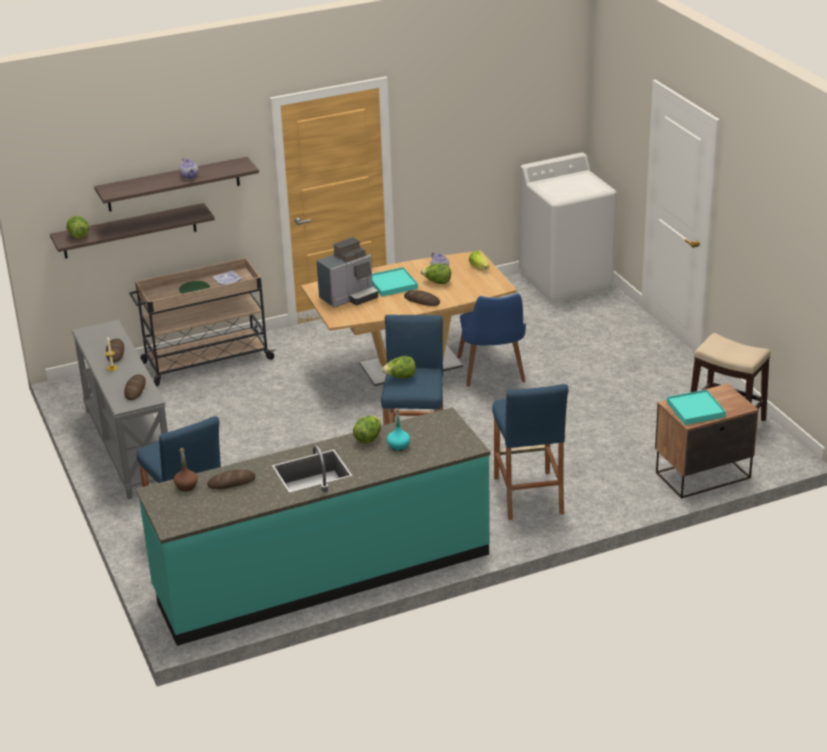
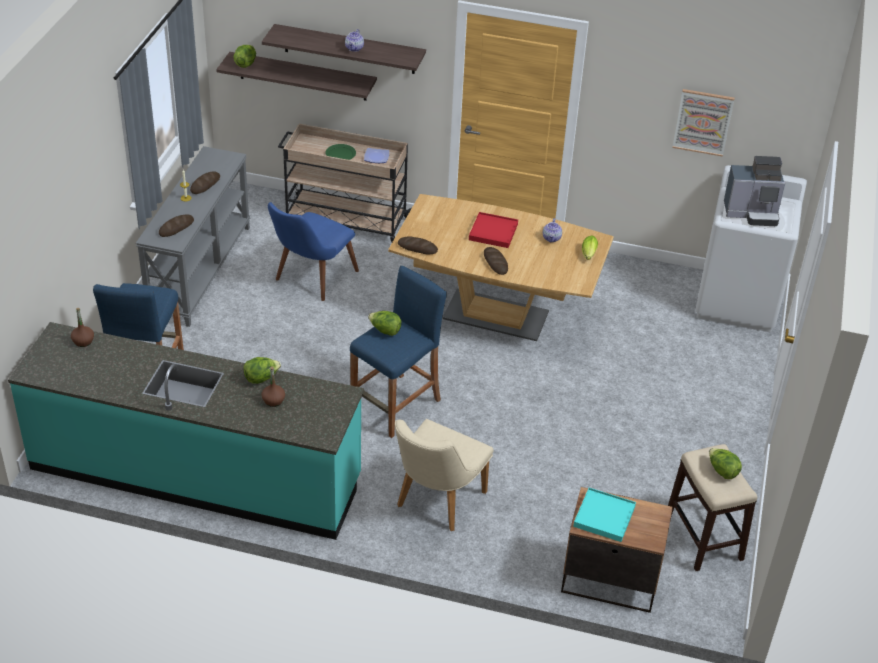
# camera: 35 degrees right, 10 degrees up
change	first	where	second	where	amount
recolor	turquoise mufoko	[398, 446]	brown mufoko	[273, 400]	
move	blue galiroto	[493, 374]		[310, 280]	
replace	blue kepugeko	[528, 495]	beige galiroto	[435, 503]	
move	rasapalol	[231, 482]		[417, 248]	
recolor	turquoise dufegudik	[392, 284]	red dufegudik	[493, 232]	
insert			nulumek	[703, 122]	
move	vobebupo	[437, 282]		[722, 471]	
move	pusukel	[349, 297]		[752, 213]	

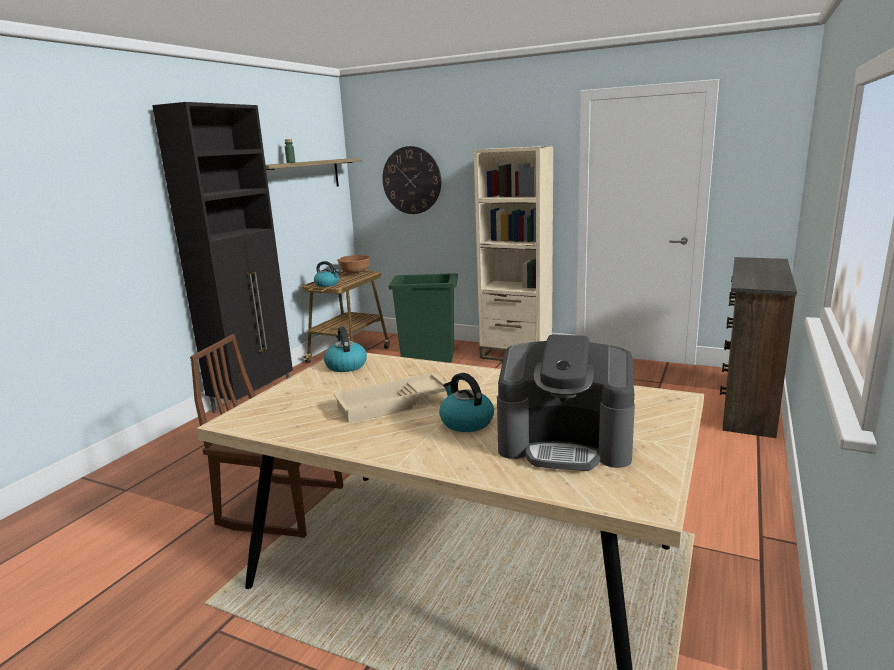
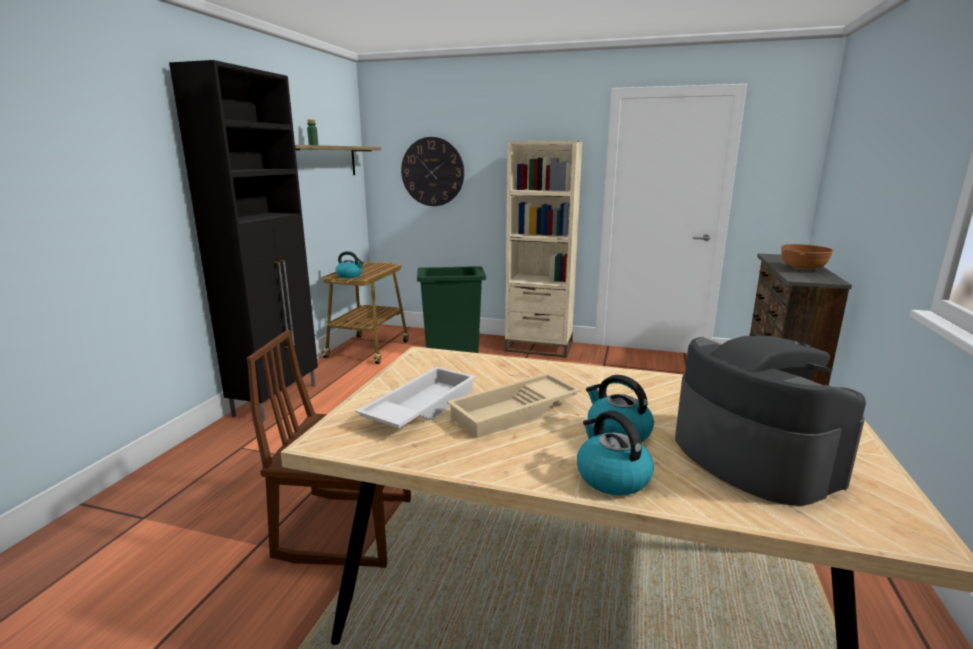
# camera: 10 degrees left, 0 degrees up
change	first	where	second	where	amount
insert			white dufegudik	[419, 407]	
move	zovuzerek	[345, 366]		[611, 477]	
rotate	pusukel	[565, 443]		[752, 456]	120 degrees counterclockwise
move	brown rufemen	[355, 273]		[803, 269]	

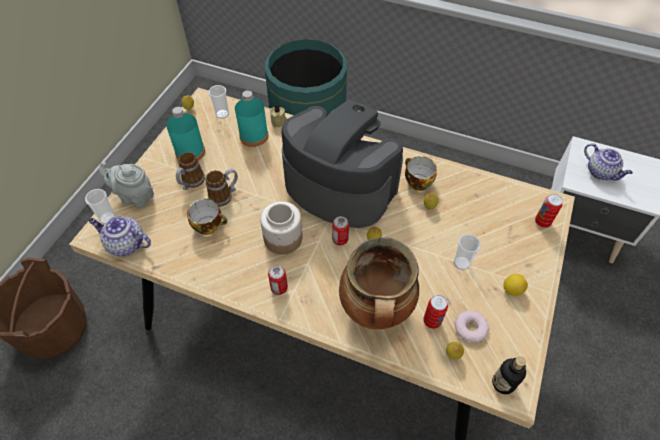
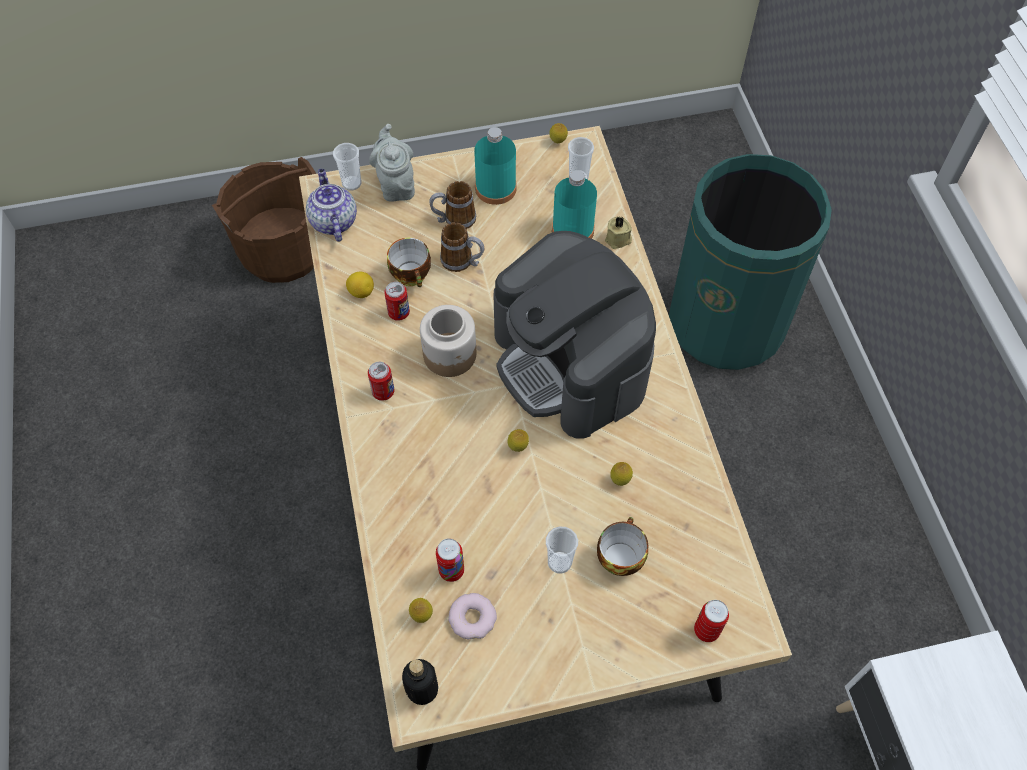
# camera: 55 degrees right, 5 degrees up
change	first	where	second	where	amount
move	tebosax	[512, 290]		[361, 292]	
move	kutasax	[340, 239]		[399, 313]	
rotate	pusukel	[339, 186]		[570, 364]	150 degrees clockwise
move	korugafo	[416, 182]		[619, 556]	
delete	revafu	[376, 310]			
delete	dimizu	[601, 172]			

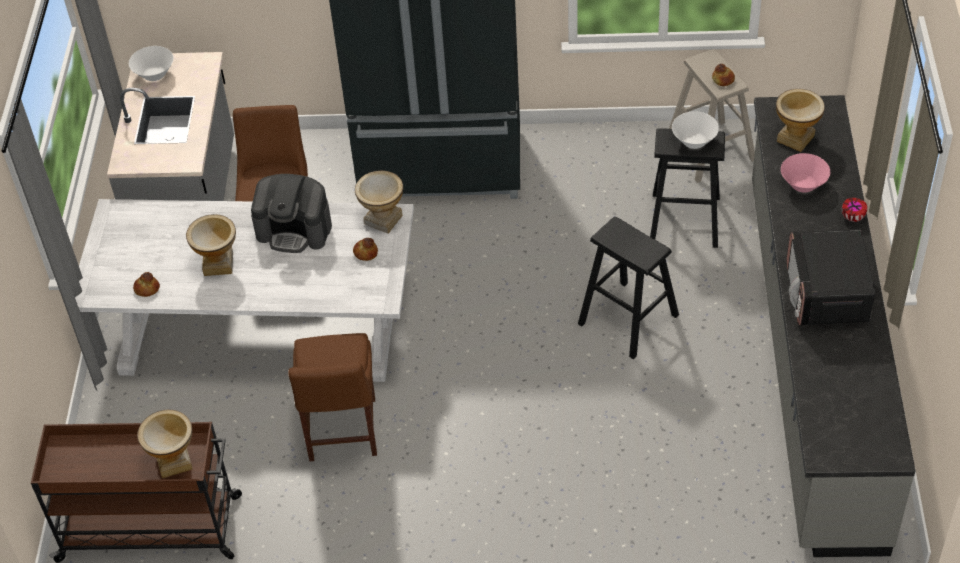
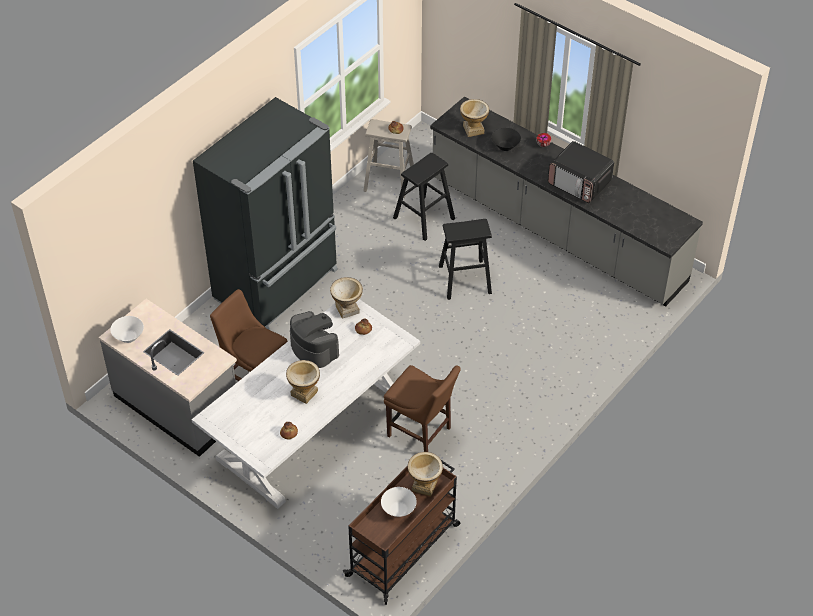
# camera: 55 degrees left, 0 degrees up
change	first	where	second	where	amount
rotate	pusukel	[295, 230]		[314, 348]	90 degrees counterclockwise
move	white rufemen	[694, 141]		[398, 509]	
recolor	pink rufemen	[803, 184]	black rufemen	[505, 146]	

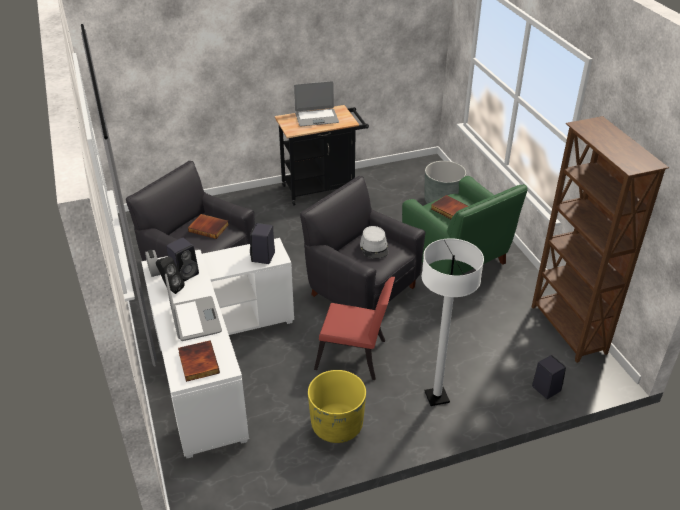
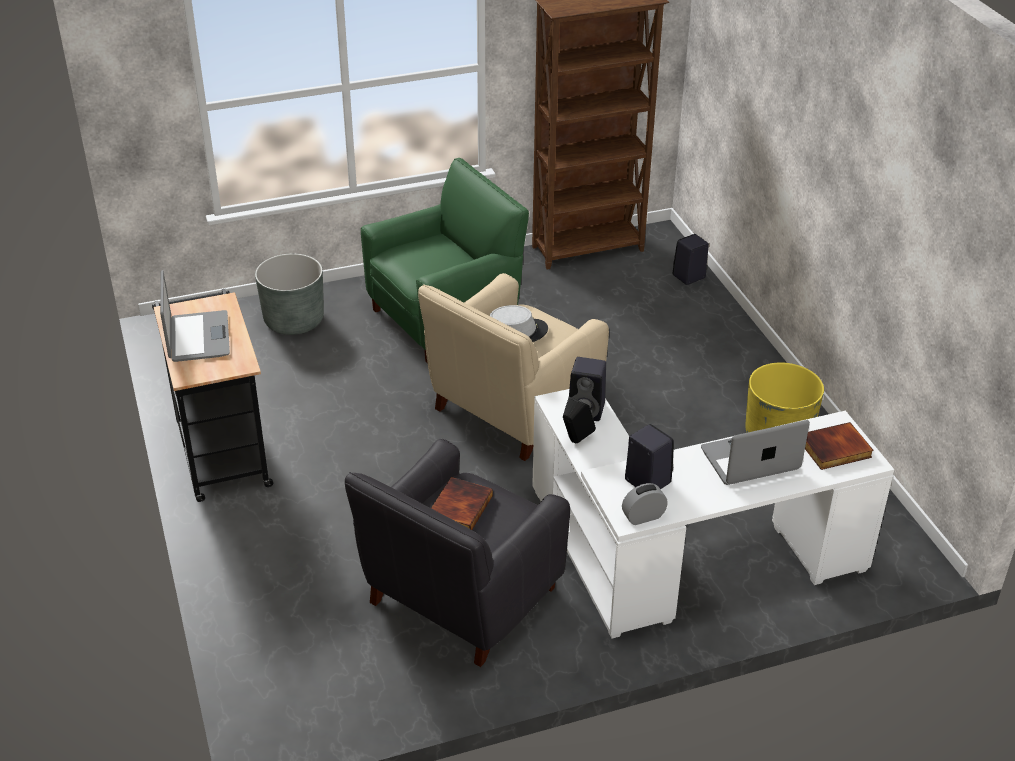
# camera: 90 degrees left, 0 degrees up
change	first	where	second	where	amount
recolor	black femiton	[362, 289]	beige femiton	[511, 409]	
move	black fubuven	[171, 288]		[575, 442]	
delete	red galiroto	[355, 357]			
delete	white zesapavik	[436, 397]			
delete	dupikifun	[449, 210]			

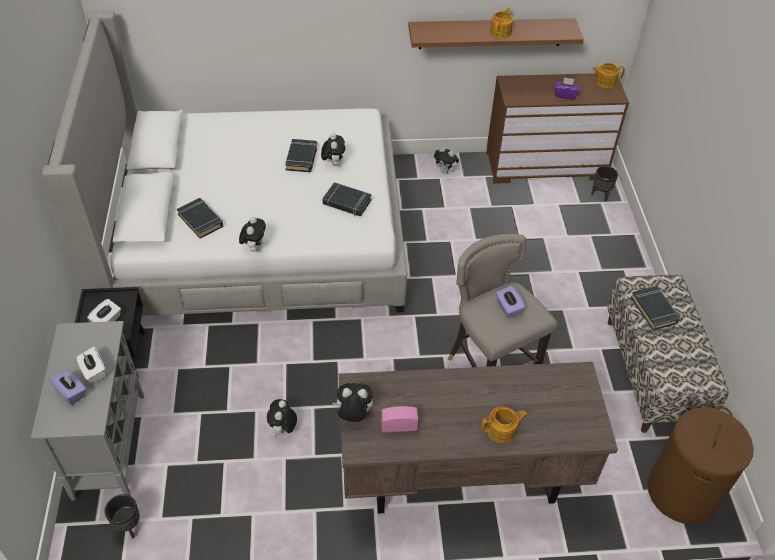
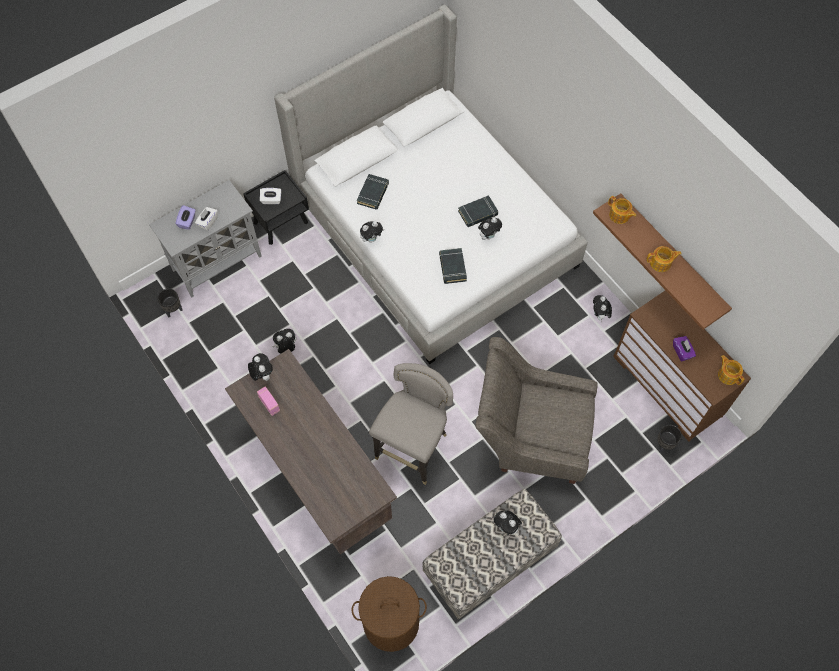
# camera: 60 degrees right, 15 degrees up
change	first	where	second	where	amount
insert			grey femiton	[530, 436]	
replace	black dupikifun	[654, 310]	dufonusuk	[506, 527]	
move	dimizu	[502, 430]		[619, 215]	
delete	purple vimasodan	[508, 308]			

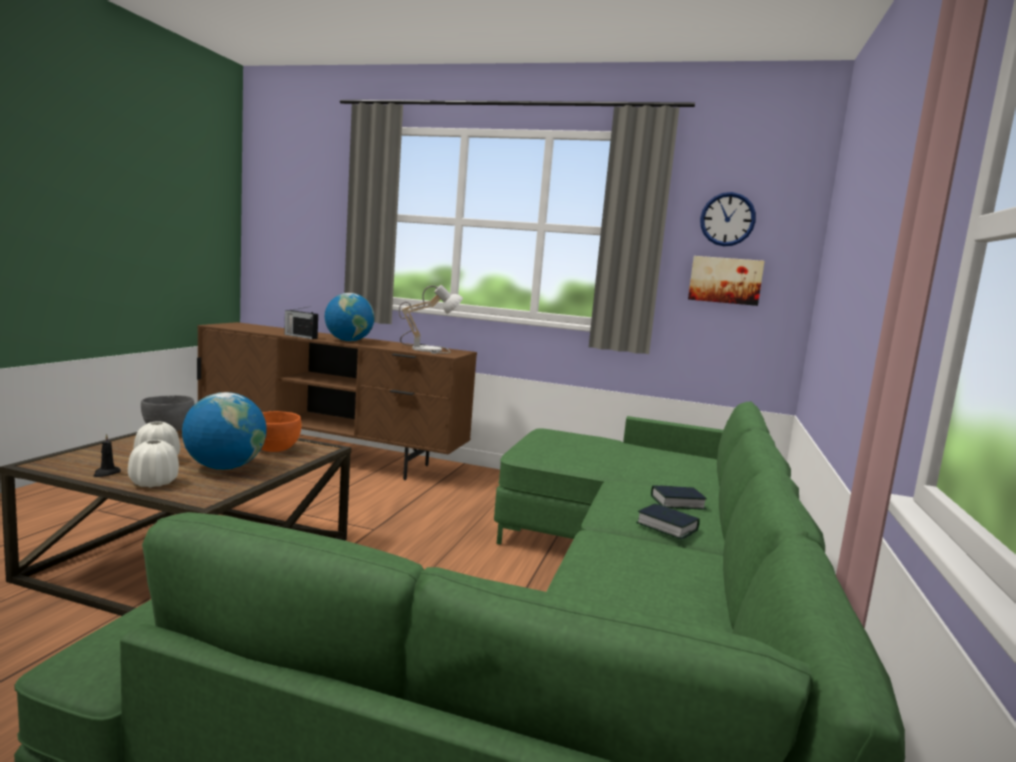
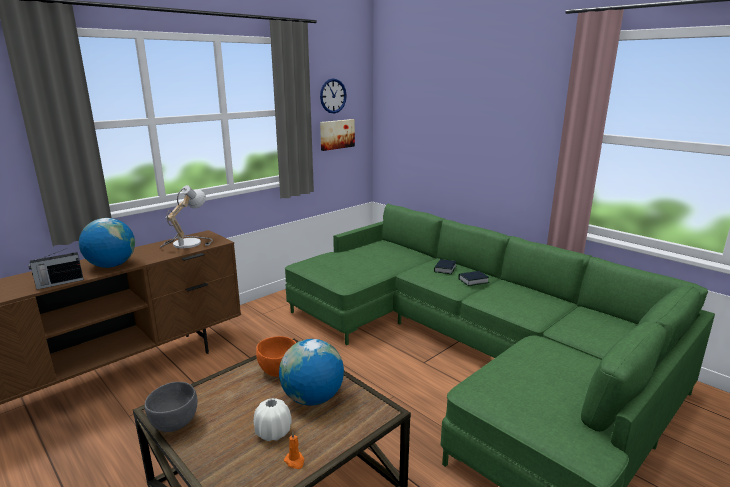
# camera: 60 degrees left, 10 degrees up
change	first	where	second	where	amount
recolor	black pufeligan	[106, 473]	orange pufeligan	[295, 461]	
delete	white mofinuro	[154, 483]			

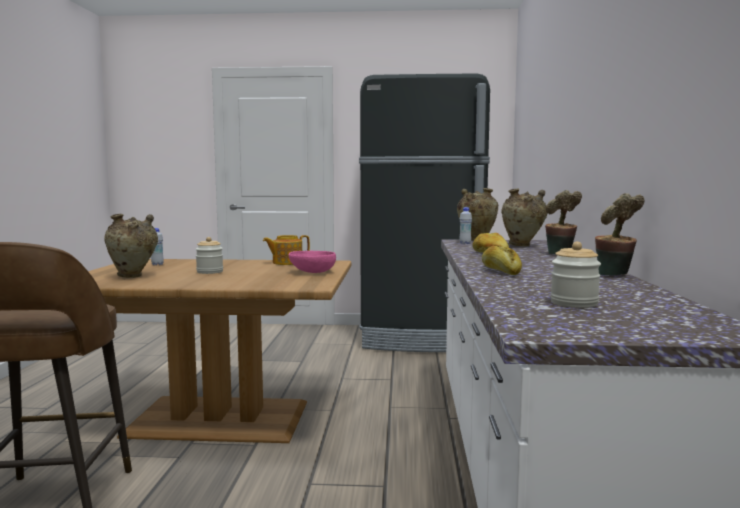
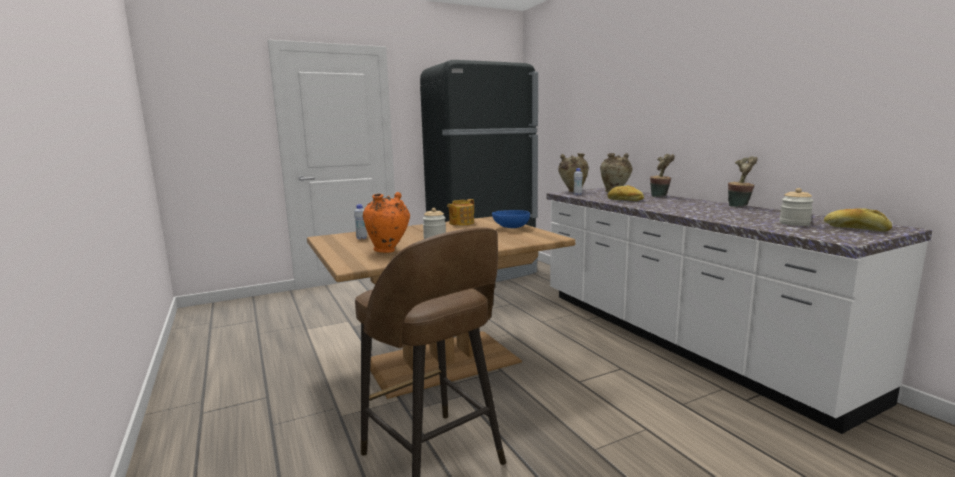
# camera: 30 degrees left, 5 degrees up
change	first	where	second	where	amount
recolor	beige mofinuro	[133, 276]	orange mofinuro	[388, 251]	
recolor	pink rufemen	[312, 272]	blue rufemen	[510, 228]	
move	rasapalol	[501, 271]		[855, 229]	

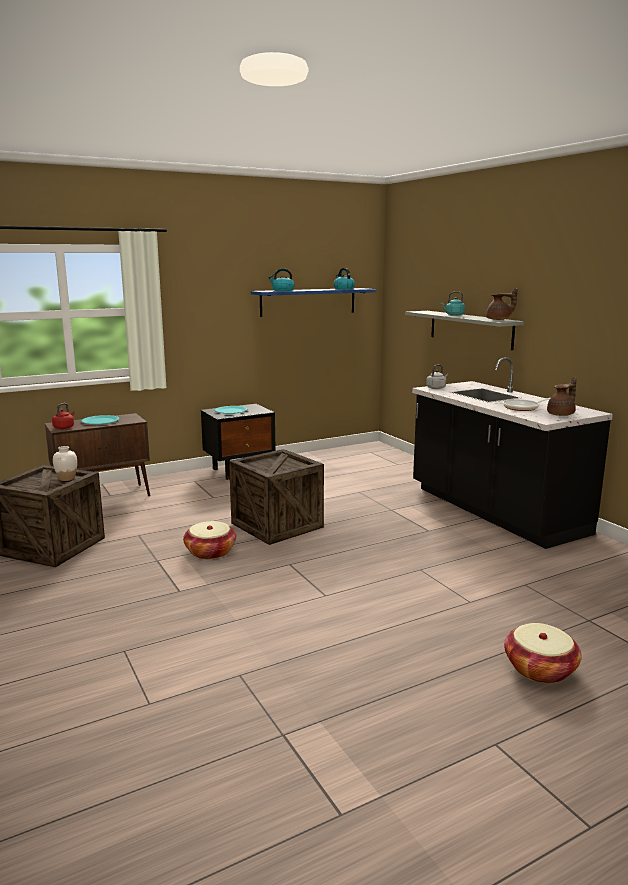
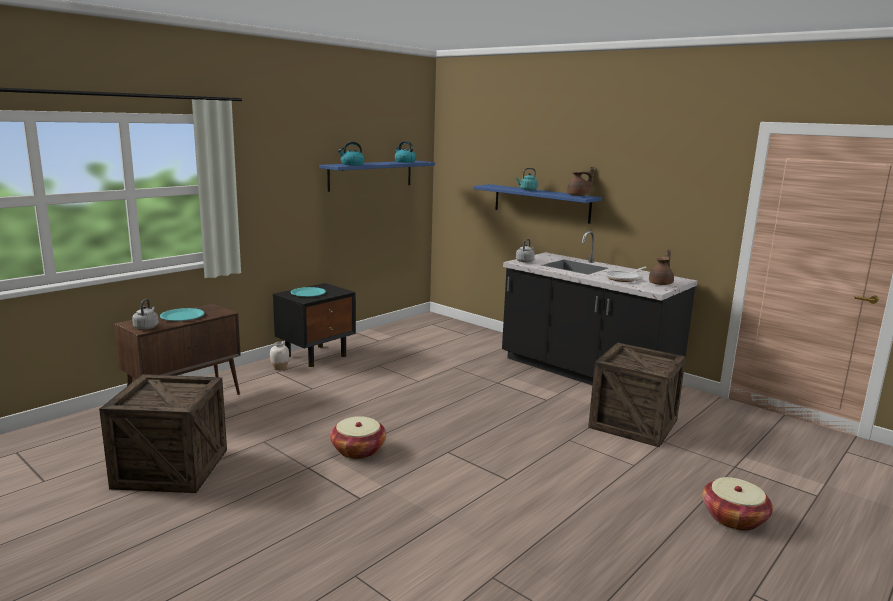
# camera: 20 degrees left, 0 degrees up
change	first	where	second	where	amount
recolor	red zovuzerek	[64, 427]	grey zovuzerek	[146, 327]	
move	white mofinuro	[67, 478]		[280, 368]	
recolor	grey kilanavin	[470, 329]	blue kilanavin	[541, 203]	
move	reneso	[277, 525]		[633, 423]	

